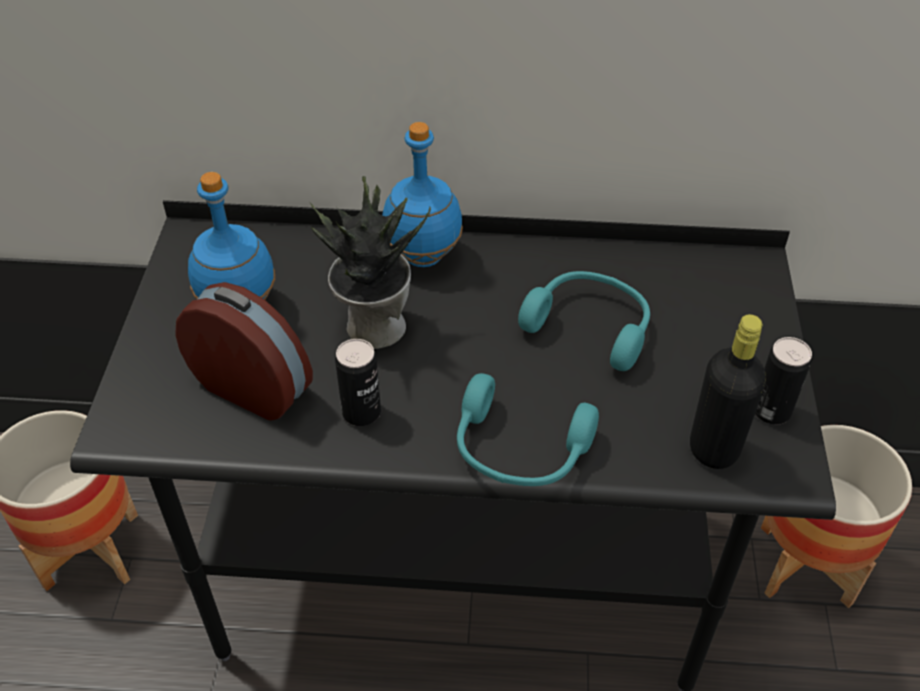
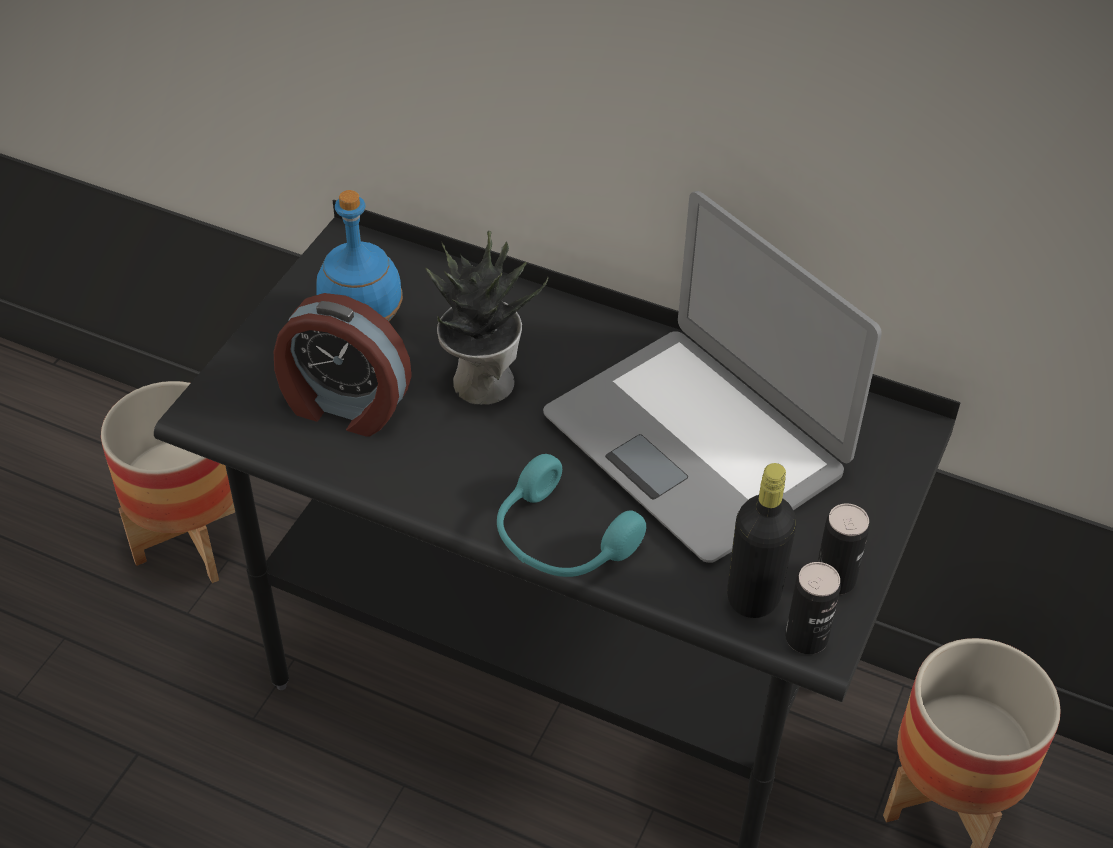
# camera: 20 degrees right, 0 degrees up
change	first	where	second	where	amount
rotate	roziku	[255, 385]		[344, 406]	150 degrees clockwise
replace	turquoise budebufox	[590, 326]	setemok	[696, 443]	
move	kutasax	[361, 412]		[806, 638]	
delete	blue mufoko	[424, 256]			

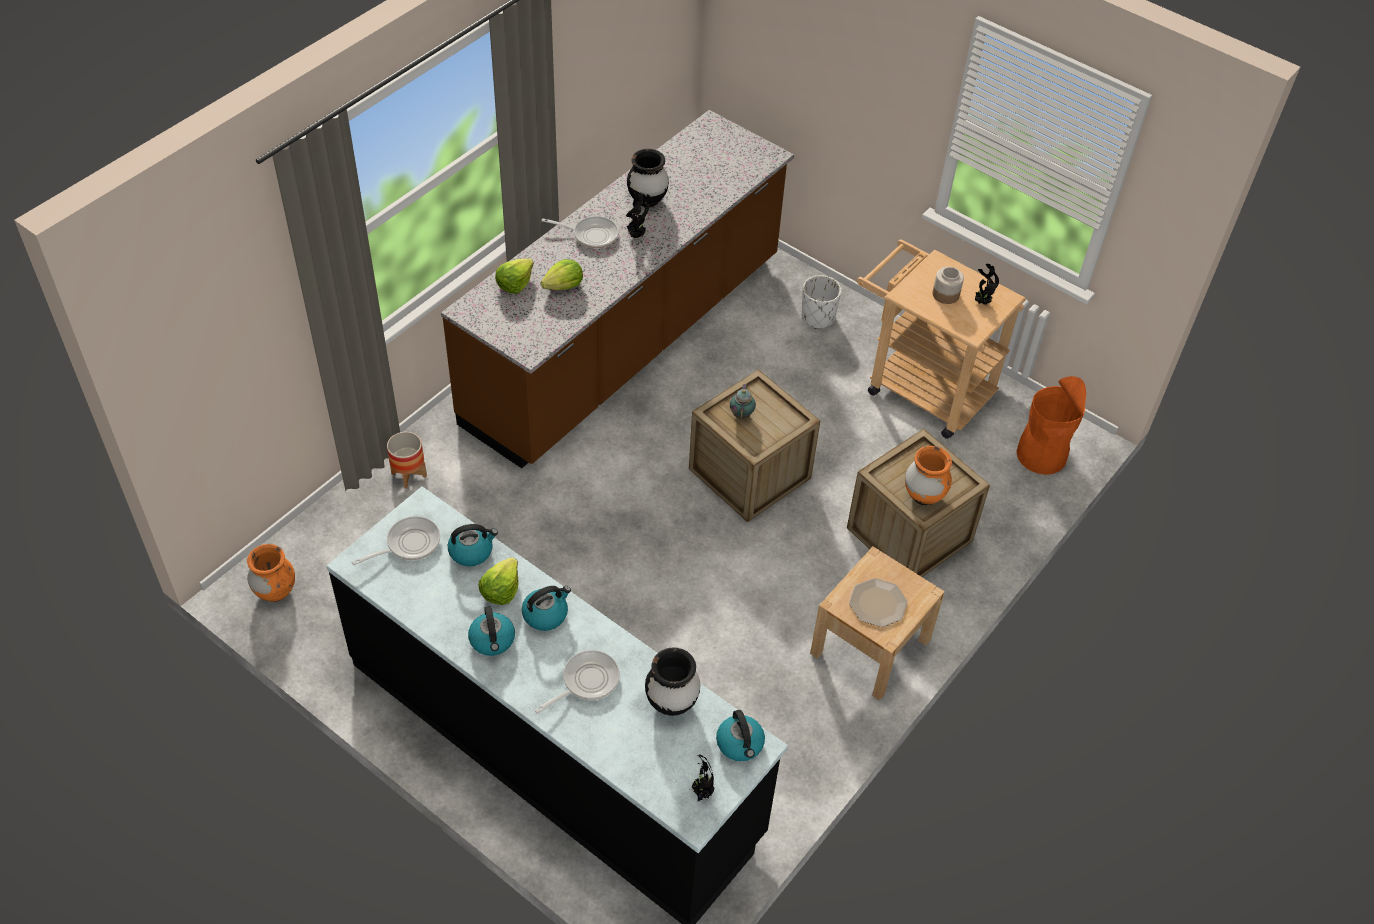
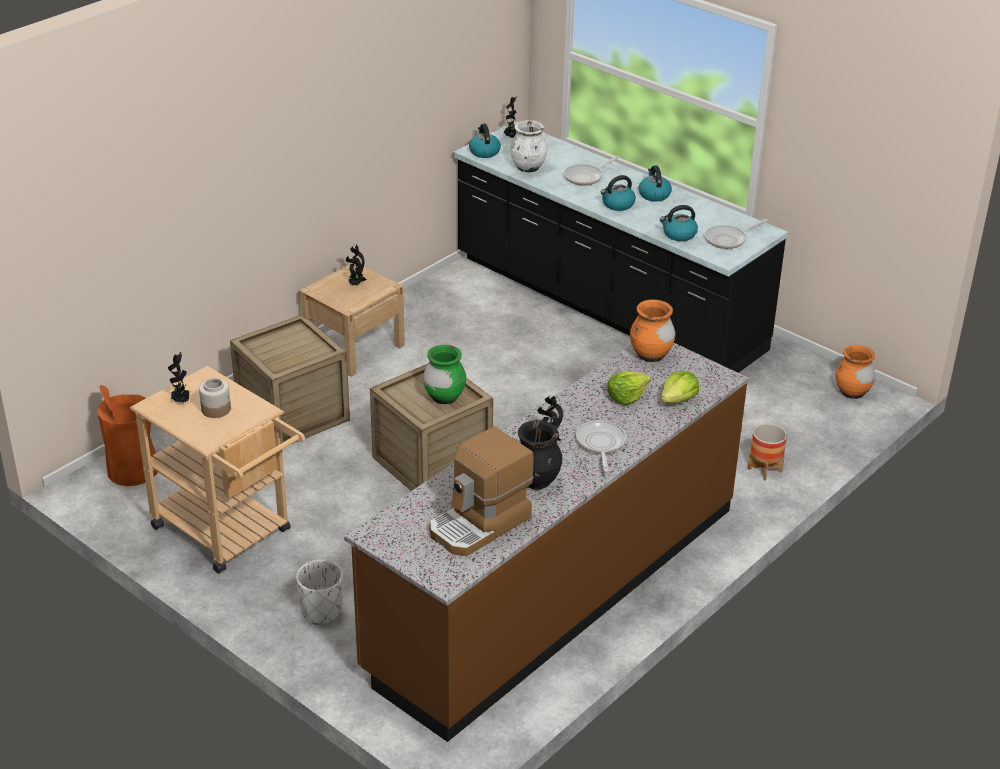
# camera: 175 degrees left, 15 degrees down
change	first	where	second	where	amount
replace	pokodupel	[877, 604]	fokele	[356, 284]	
replace	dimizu	[742, 414]	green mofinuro	[444, 397]	
insert			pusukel	[480, 525]	
recolor	black mofinuro	[671, 702]	white mofinuro	[528, 168]	
rotate	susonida	[591, 235]		[600, 444]	75 degrees clockwise
move	orange mofinuro	[923, 495]		[651, 355]	
delete	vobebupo	[500, 590]			

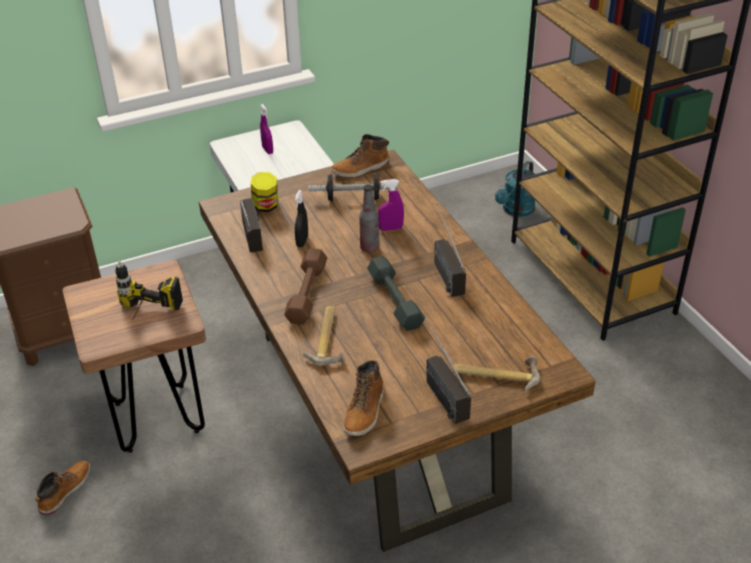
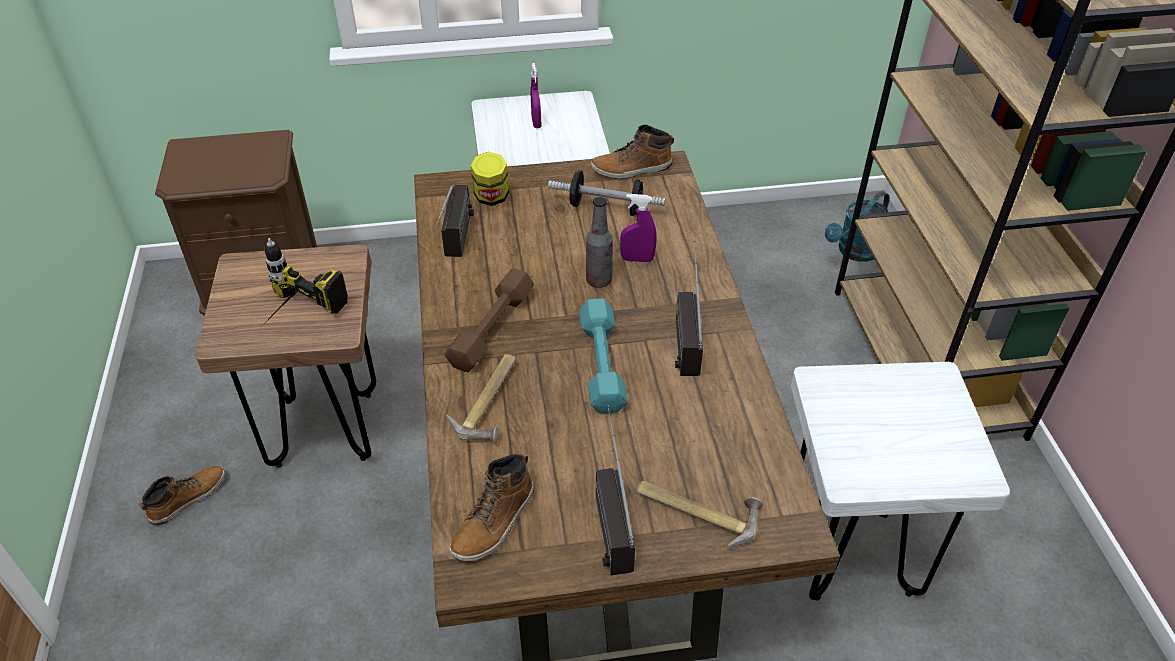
# camera: 15 degrees right, 5 degrees up
change	first	where	second	where	amount
recolor	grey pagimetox	[394, 300]	turquoise pagimetox	[601, 363]	
insert			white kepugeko	[852, 555]	
delete	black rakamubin	[302, 241]			

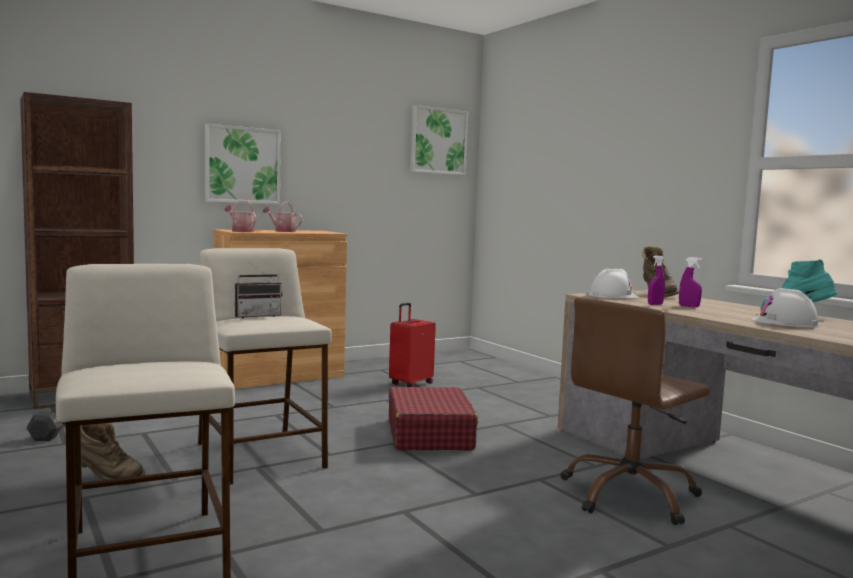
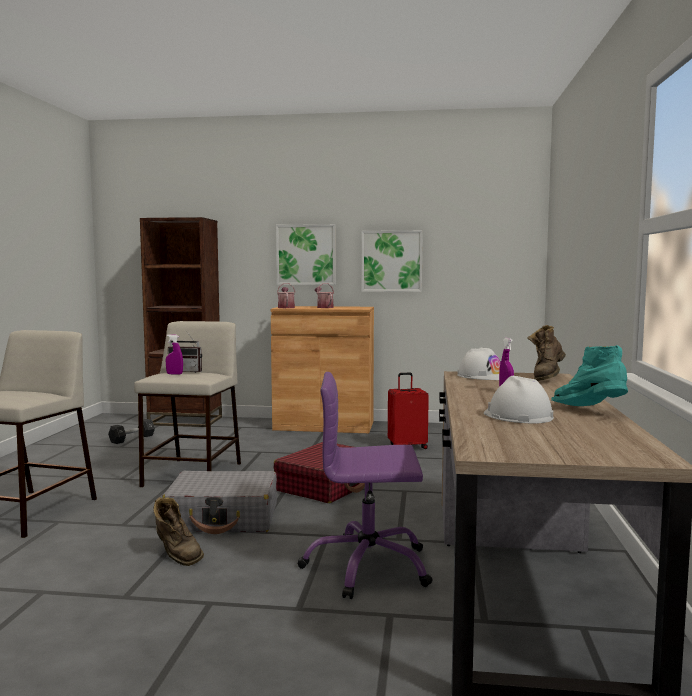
# camera: 40 degrees right, 0 degrees up
change	first	where	second	where	amount
move	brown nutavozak	[106, 480]		[176, 555]	
insert			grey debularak	[223, 518]	
move	purple rakamubin	[655, 304]		[174, 374]	
recolor	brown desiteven	[630, 495]	purple desiteven	[367, 567]	
move	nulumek	[438, 141]		[391, 261]	

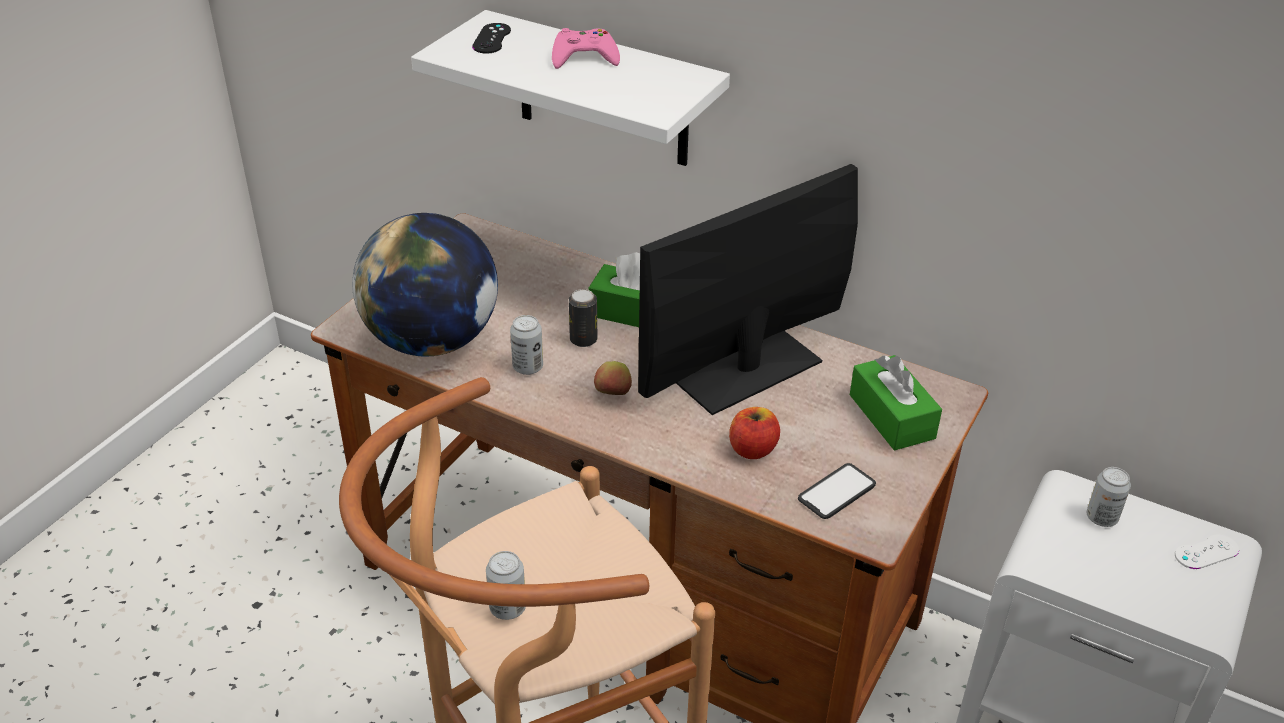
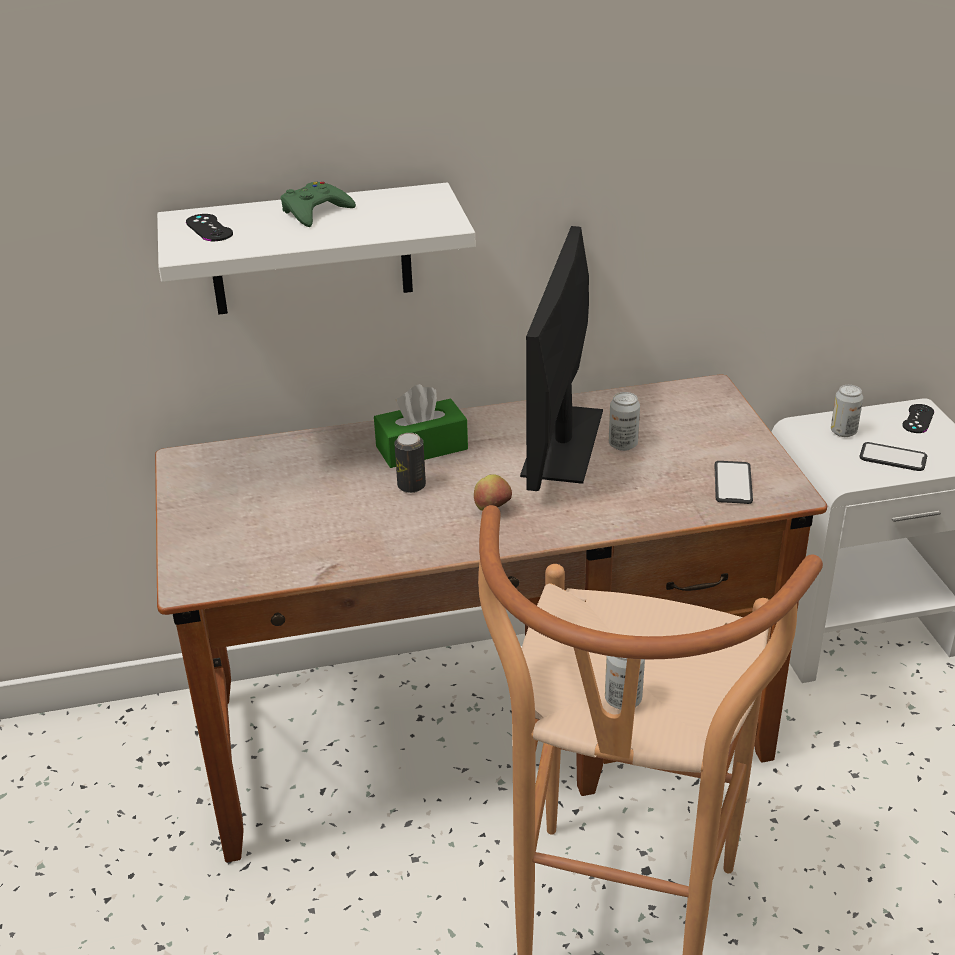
# camera: 40 degrees left, 5 degrees down
change	first	where	second	where	amount
recolor	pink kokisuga	[584, 57]	green kokisuga	[315, 212]	
move	kutasax	[528, 367]		[623, 444]	
insert			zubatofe	[893, 458]	
recolor	white kokisuga	[1206, 552]	black kokisuga	[918, 419]	
delete	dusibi	[432, 340]			
delete	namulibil	[752, 449]			
delete	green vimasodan	[891, 416]			

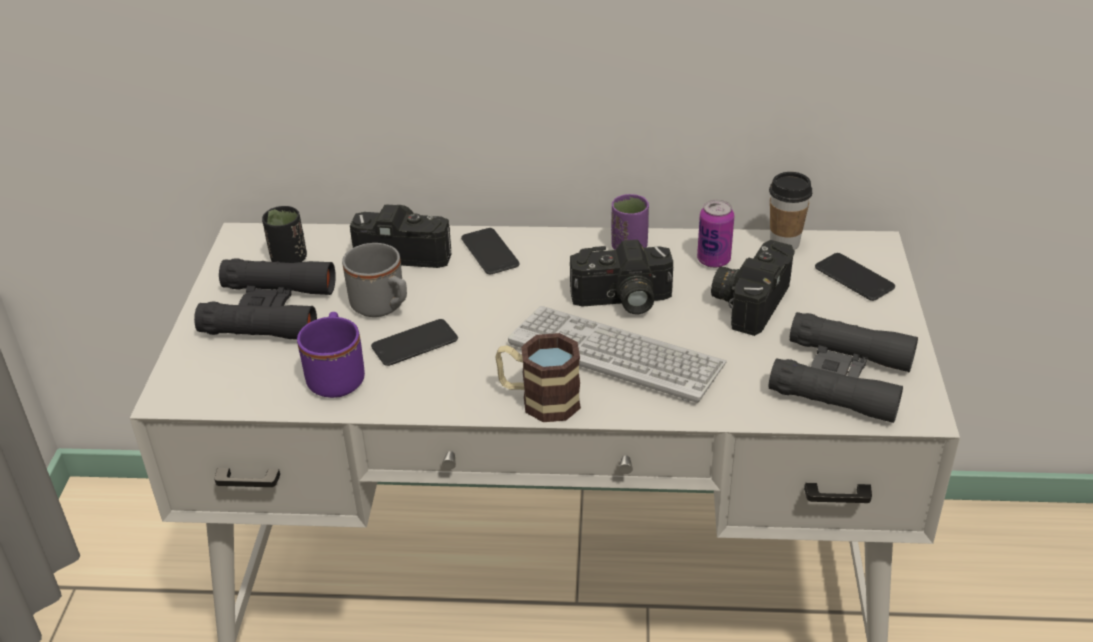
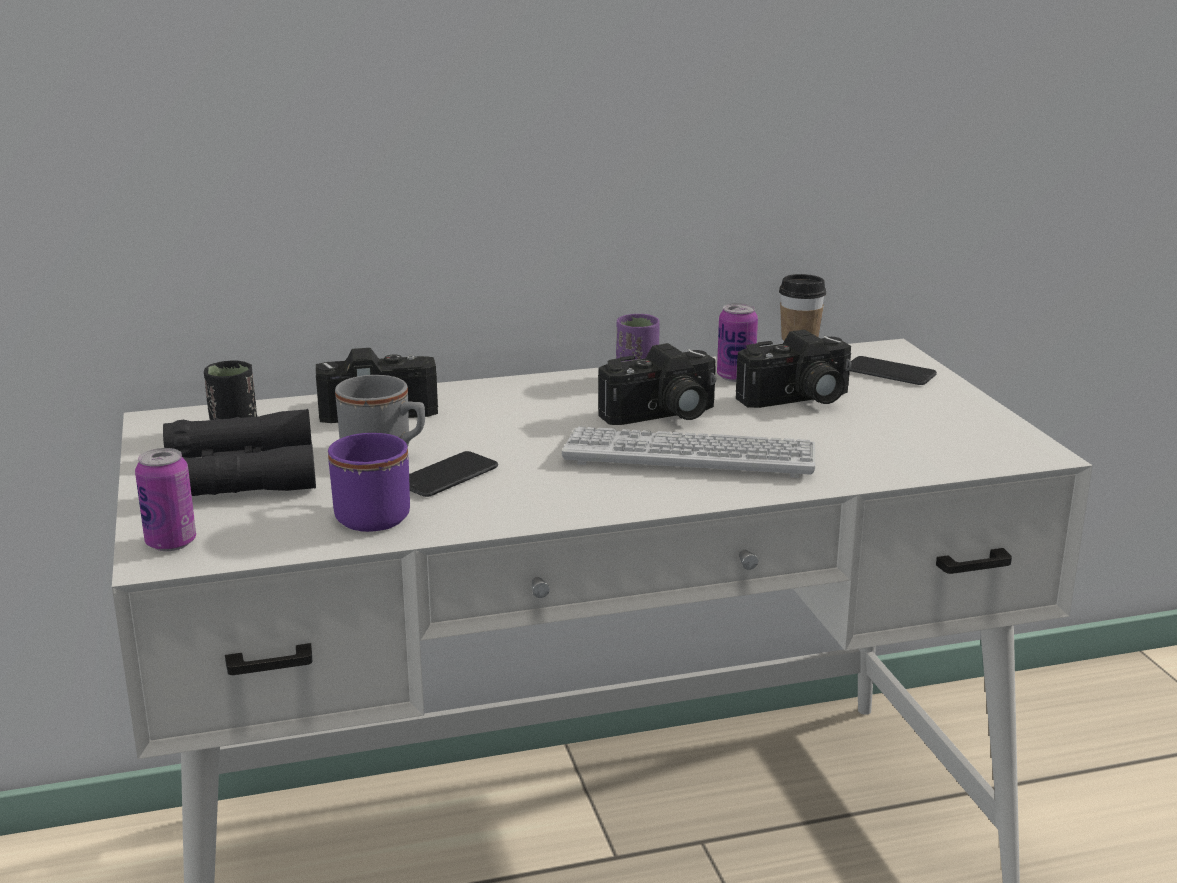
# camera: 20 degrees left, 15 degrees down
change	first	where	second	where	amount
insert			kutasax	[171, 542]	
rotate	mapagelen	[749, 301]		[798, 400]	120 degrees counterclockwise
delete	zubatofe	[490, 252]			
delete	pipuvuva	[539, 400]			
delete	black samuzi	[841, 378]			

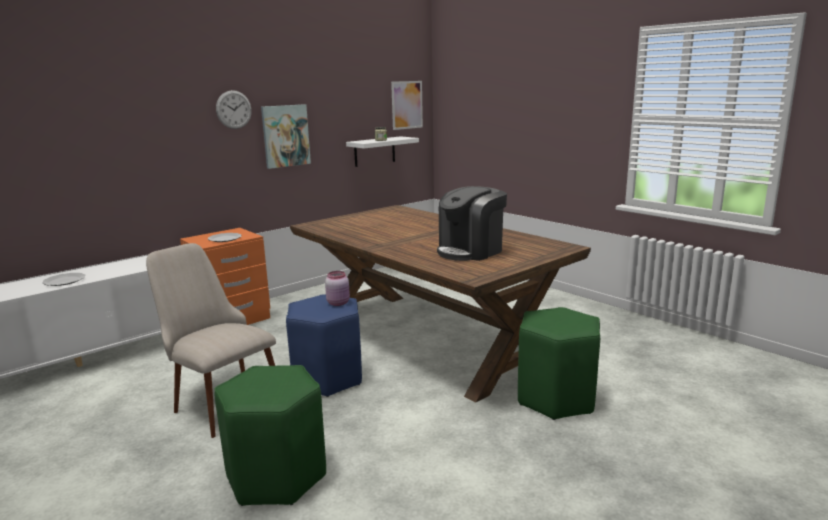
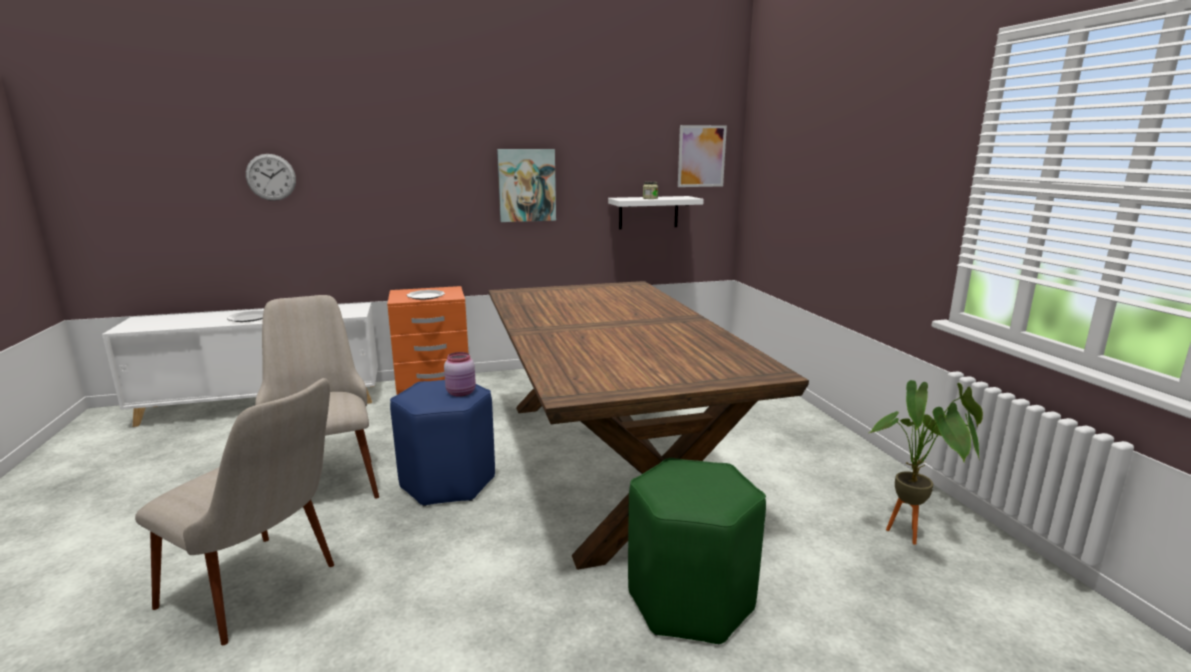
# camera: 25 degrees right, 0 degrees up
change	first	where	second	where	amount
replace	green kepugeko	[276, 477]	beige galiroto	[266, 593]	
move	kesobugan	[234, 109]		[271, 177]	
insert			fokele	[914, 537]	
delete	pusukel	[470, 251]			

